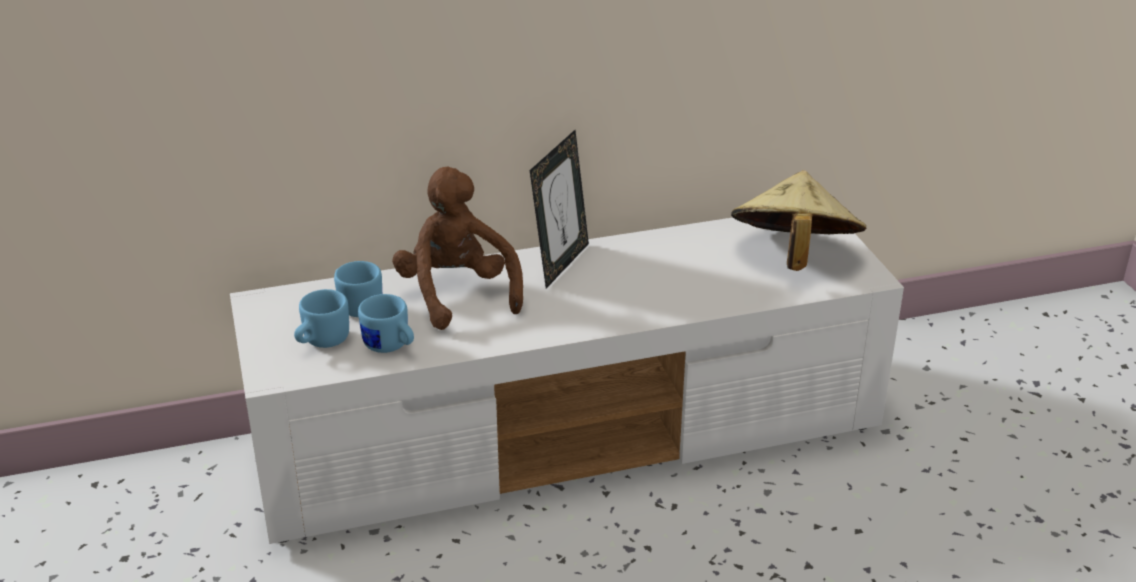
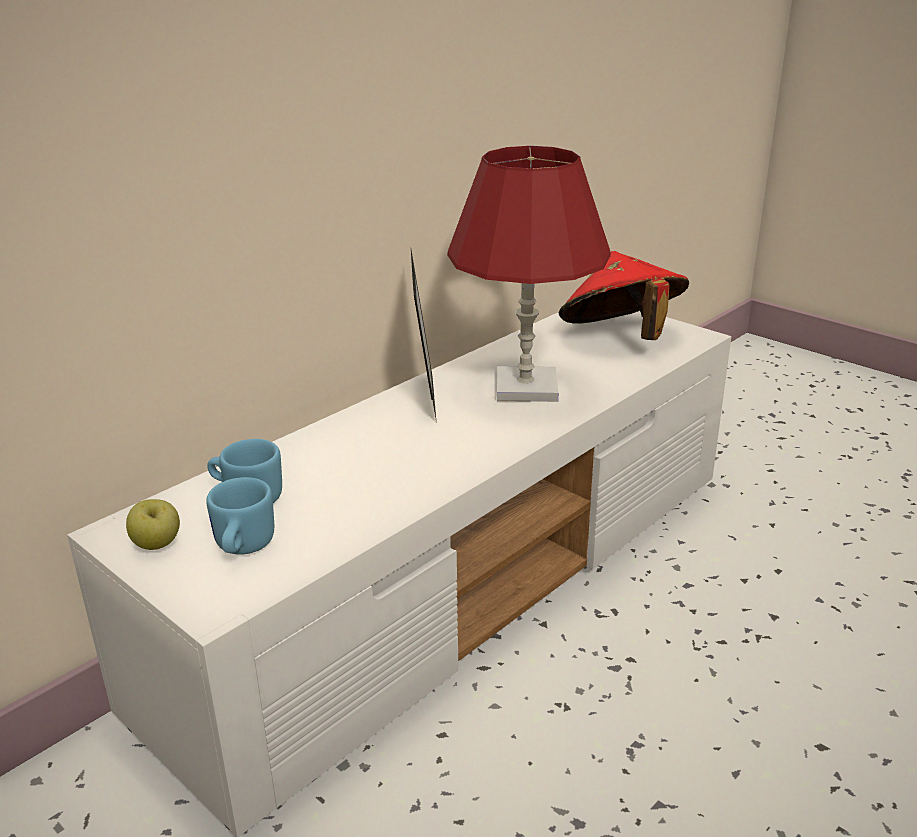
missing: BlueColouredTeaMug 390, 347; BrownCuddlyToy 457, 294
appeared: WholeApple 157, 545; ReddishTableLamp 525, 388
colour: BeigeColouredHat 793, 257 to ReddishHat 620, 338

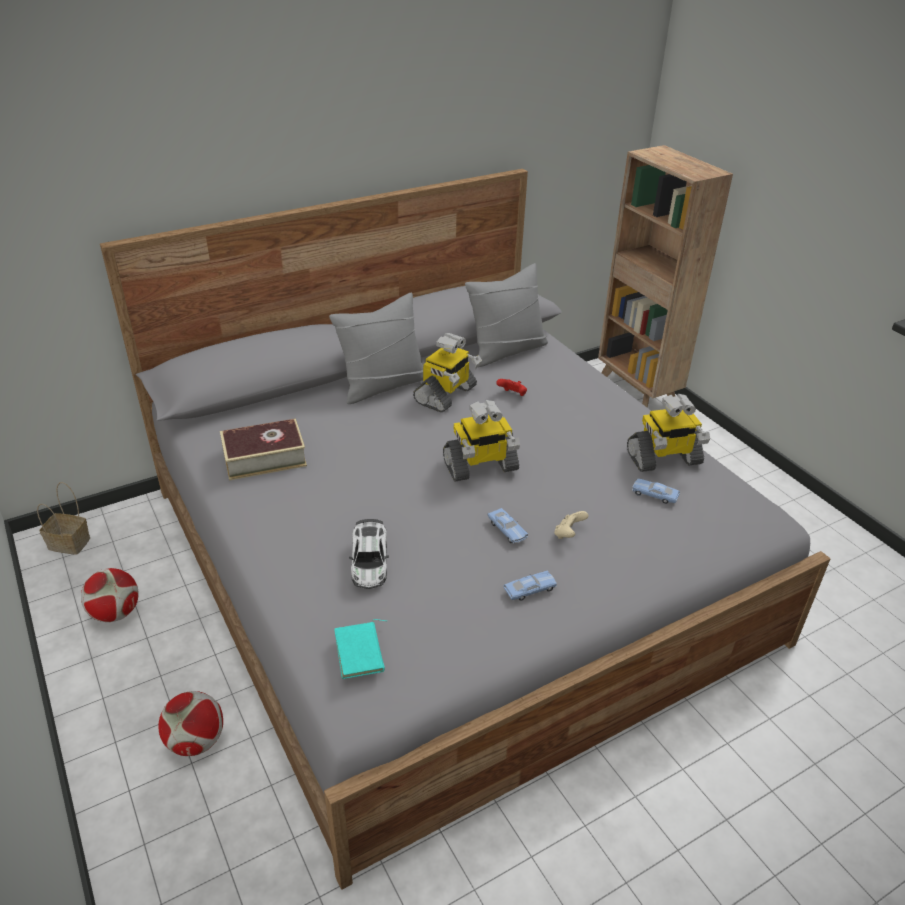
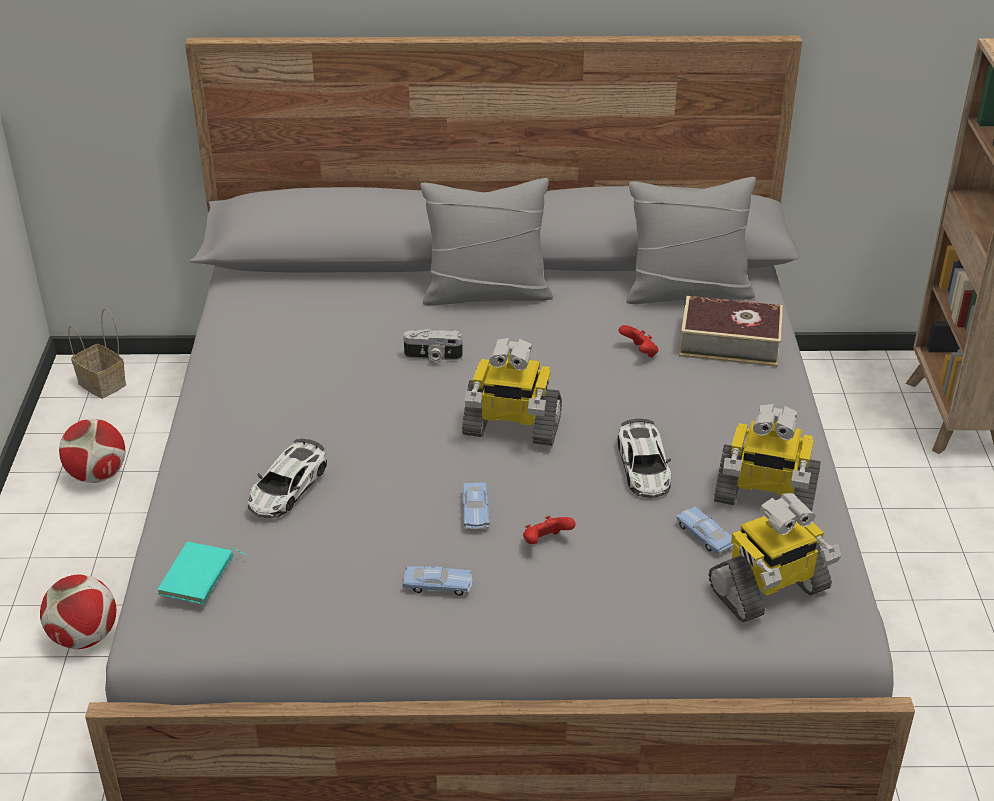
appeared: StillCamera 433, 357; MiniatureCar 644, 467
relocated: Book 264, 457 to 729, 342; ToyRobot 446, 395 to 769, 590
colour: BeigeColouredGameController 568, 534 to ReddishGameController 545, 542

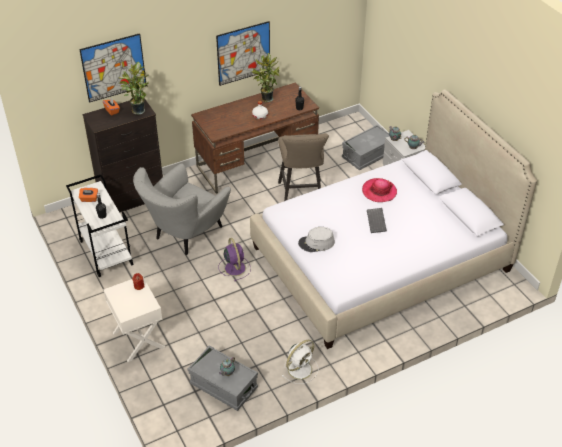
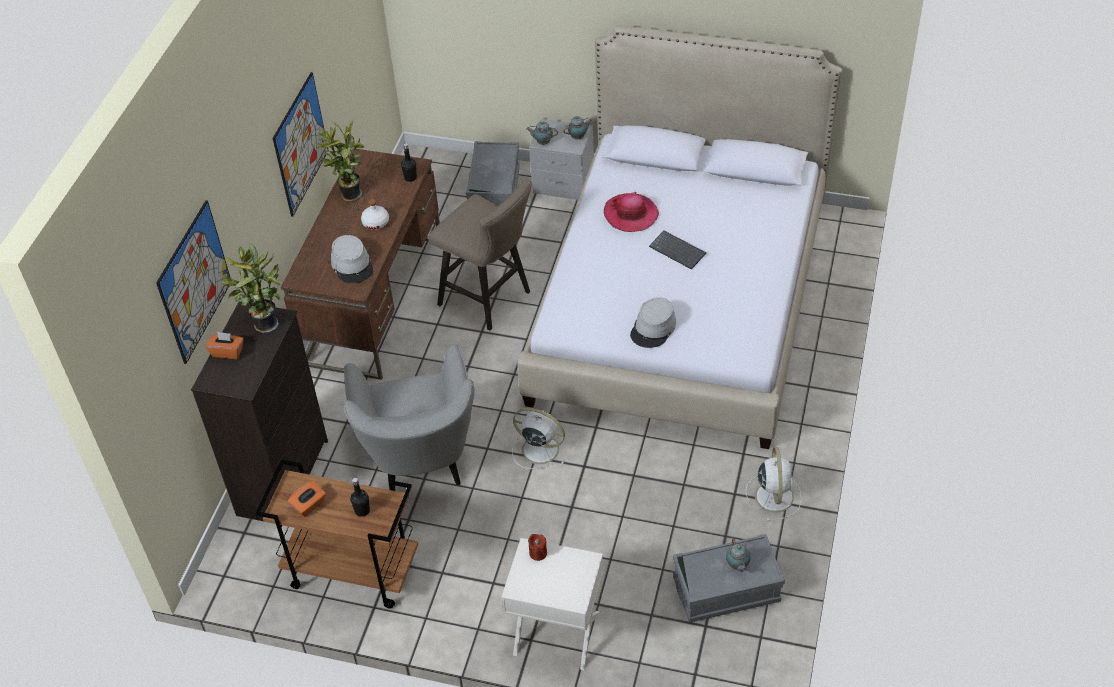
appeared: GrayHat 352, 265
colour: WhiteColouredWheeledCart 105, 253 to BrownWheeledCart 351, 572; PurpleFan 234, 267 to WhiteColouredFan 538, 449

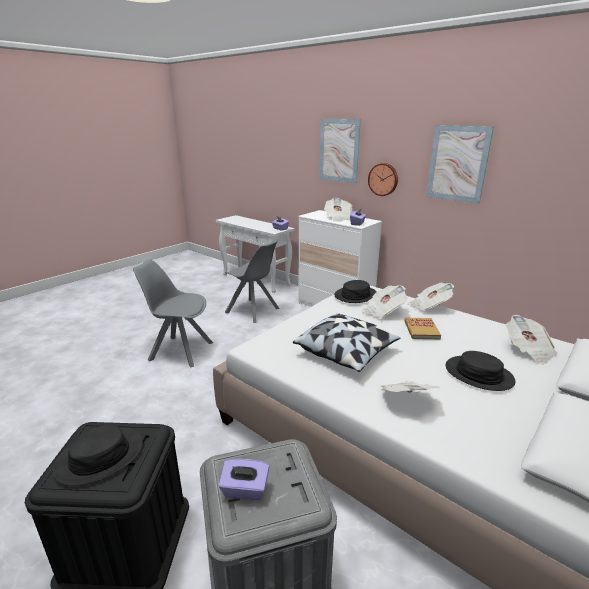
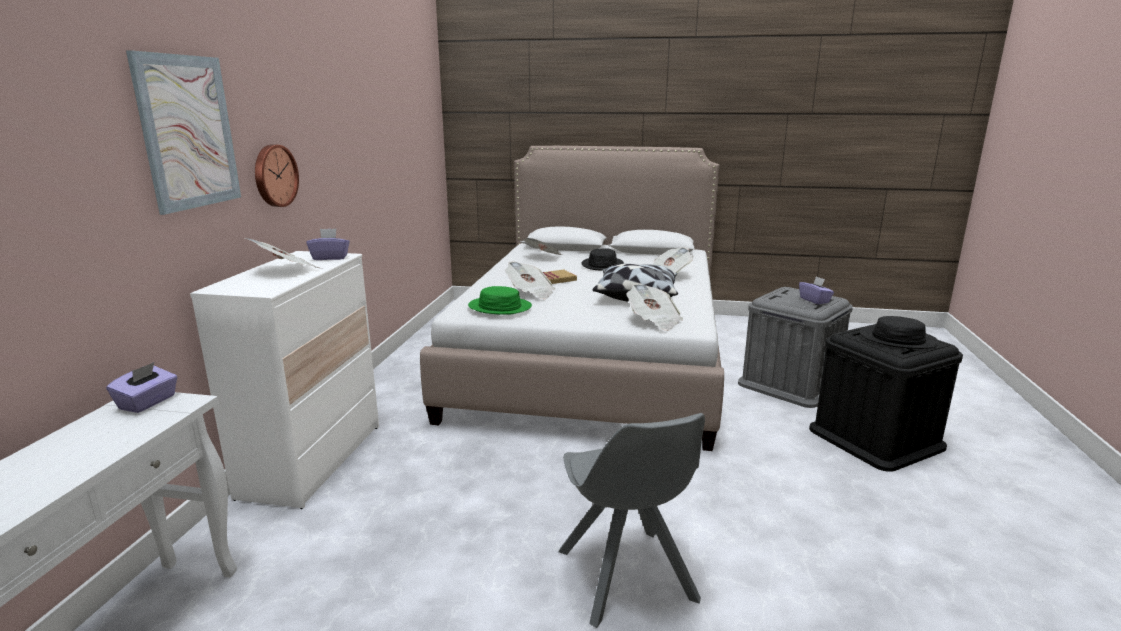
missing: GrayChair 253, 311; WallArt 458, 164
relocated: PrintedPaper 429, 306 to 654, 321
colour: BlackColouredHat 355, 295 to GreenHat 499, 307

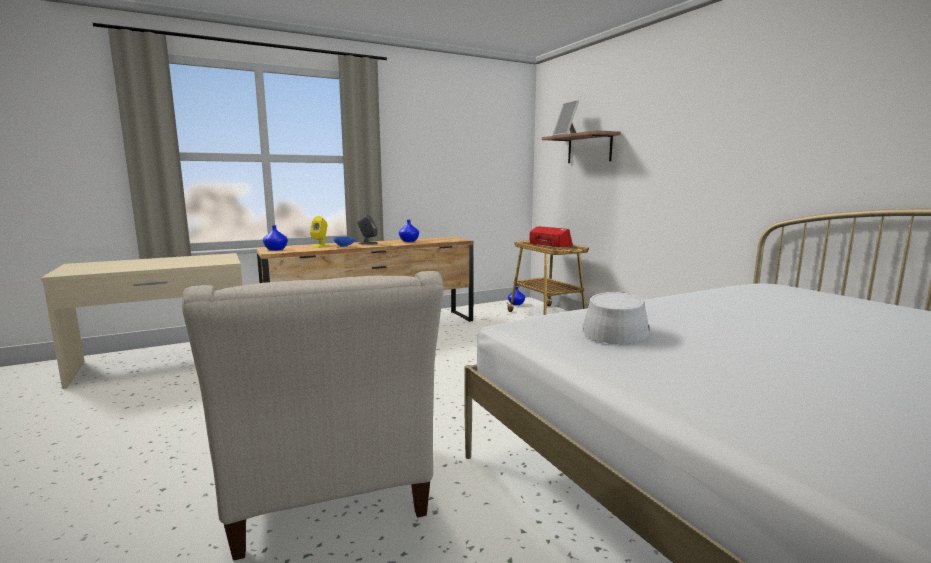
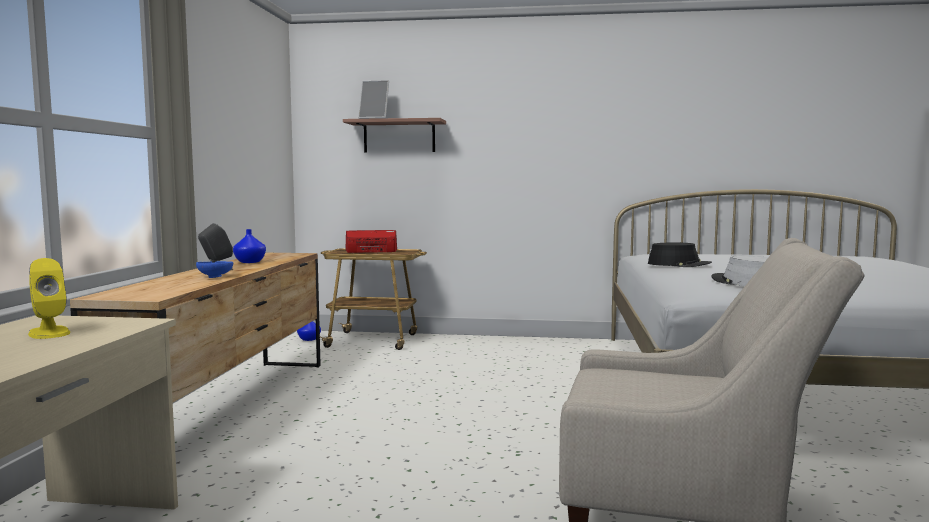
missing: BlueColouredFlowerVase 275, 249
appeared: BlackColouredHat 679, 264
relocated: YellowishLoudspeaker 320, 246 to 49, 333

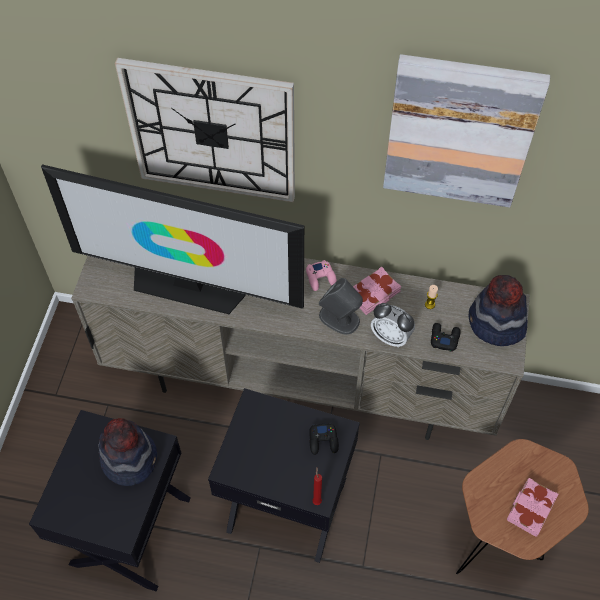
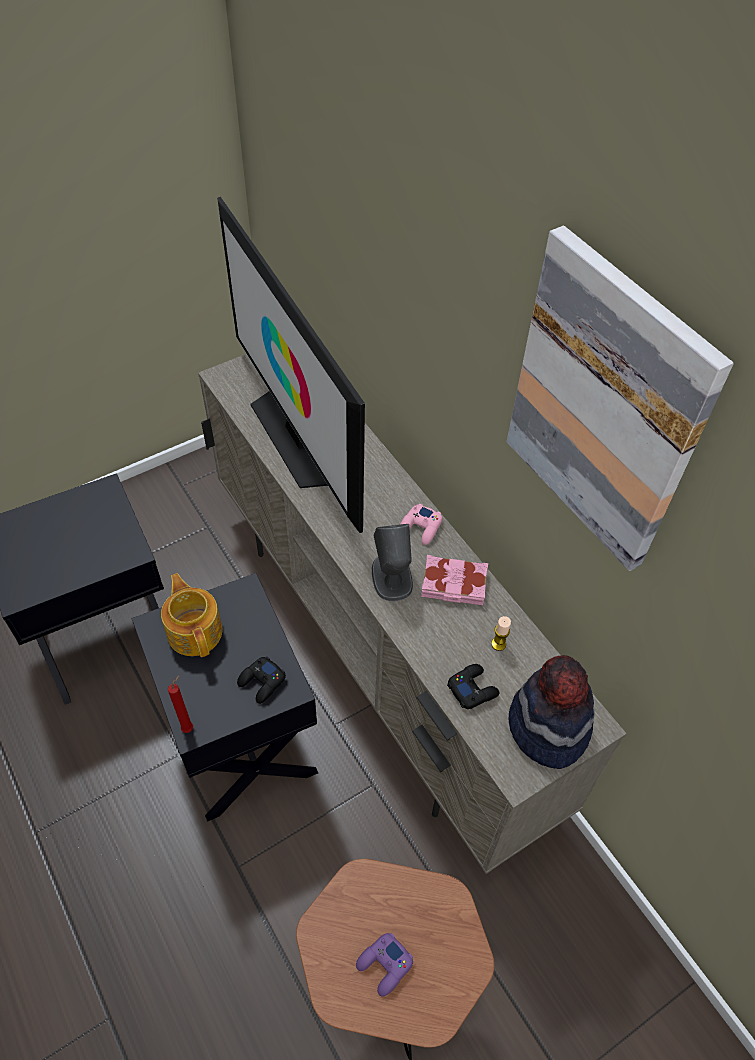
missing: Hat 130, 458; WallClock 212, 132; TableClock 390, 337
appeared: TeaPot 195, 630
exchanged: PinkishBook 530, 508 to PurpleGameController 384, 965

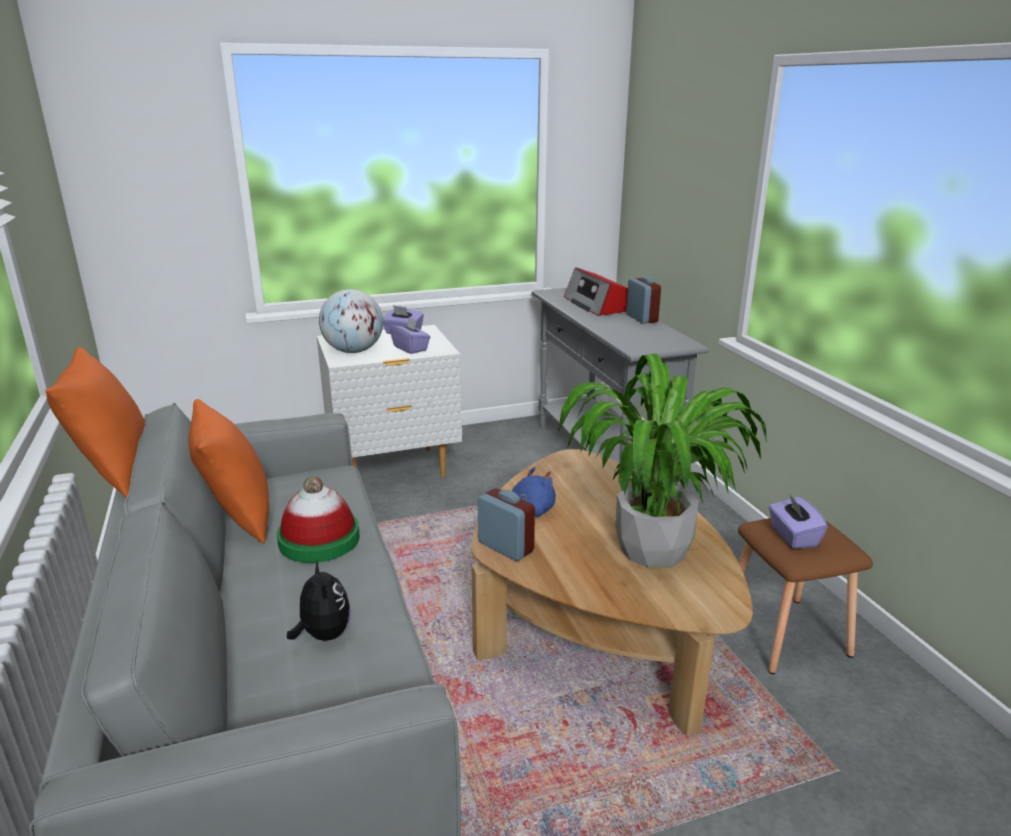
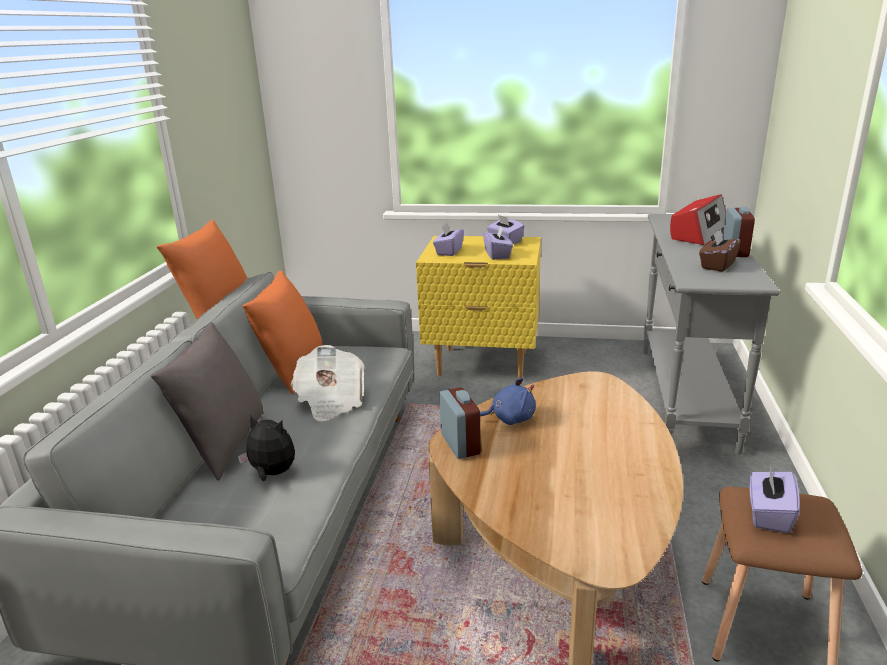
missing: PottedPlant 654, 550
appeared: GrayThrowPillow 223, 445; BrownTissueBox 717, 265
exchanged: Hat 319, 539 to PrintedPaper 330, 401; DeskGlobe 353, 351 to PurpleTissueBox 448, 251
colour: WhiteColouredBedsideTable 394, 470 to YellowishBedsideTable 482, 364
spun: CuddlyToy 323, 634 = 272, 474 75 degrees counterclockwise; RadioReceiver 595, 305 = 699, 233 150 degrees counterclockwise

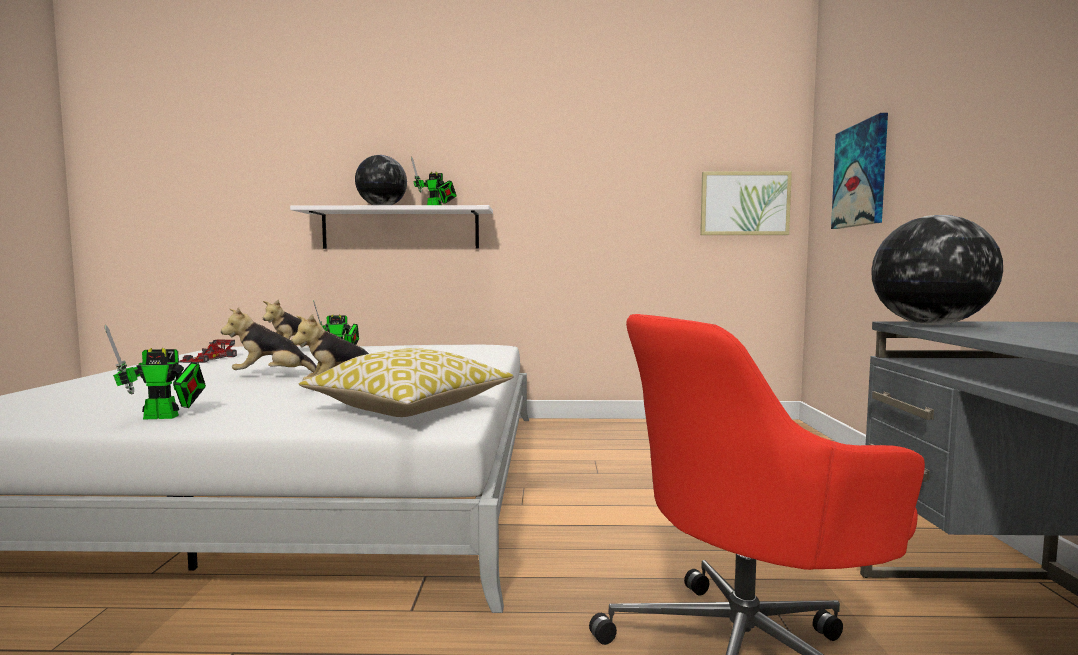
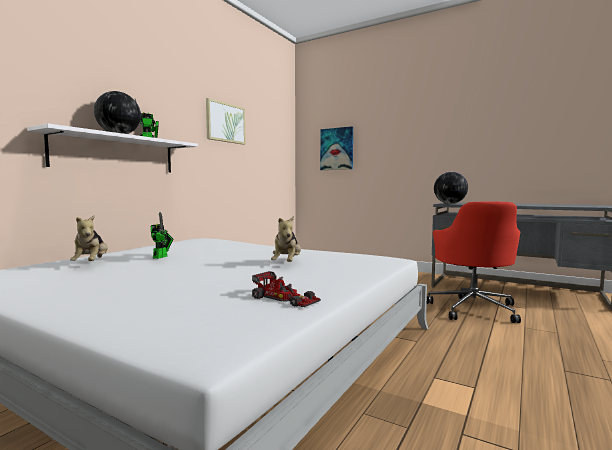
missing: ToyRobot 166, 417; CuddlyToy 273, 376; ThrowPillow 410, 408
relocated: WallArt 744, 203 to 225, 122; MiniatureCar 208, 359 to 285, 298

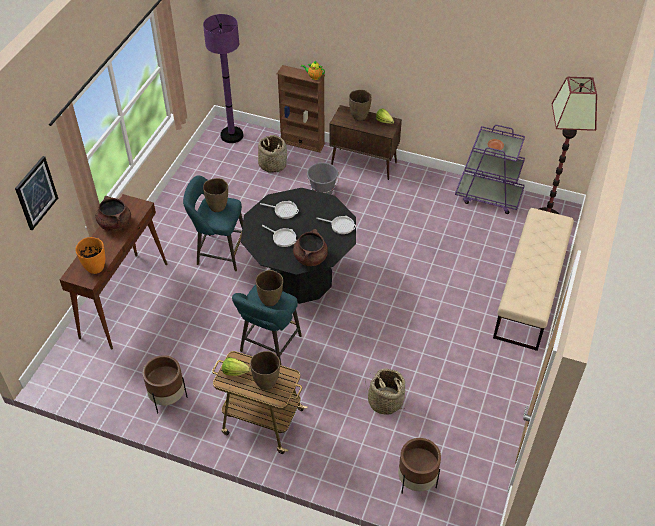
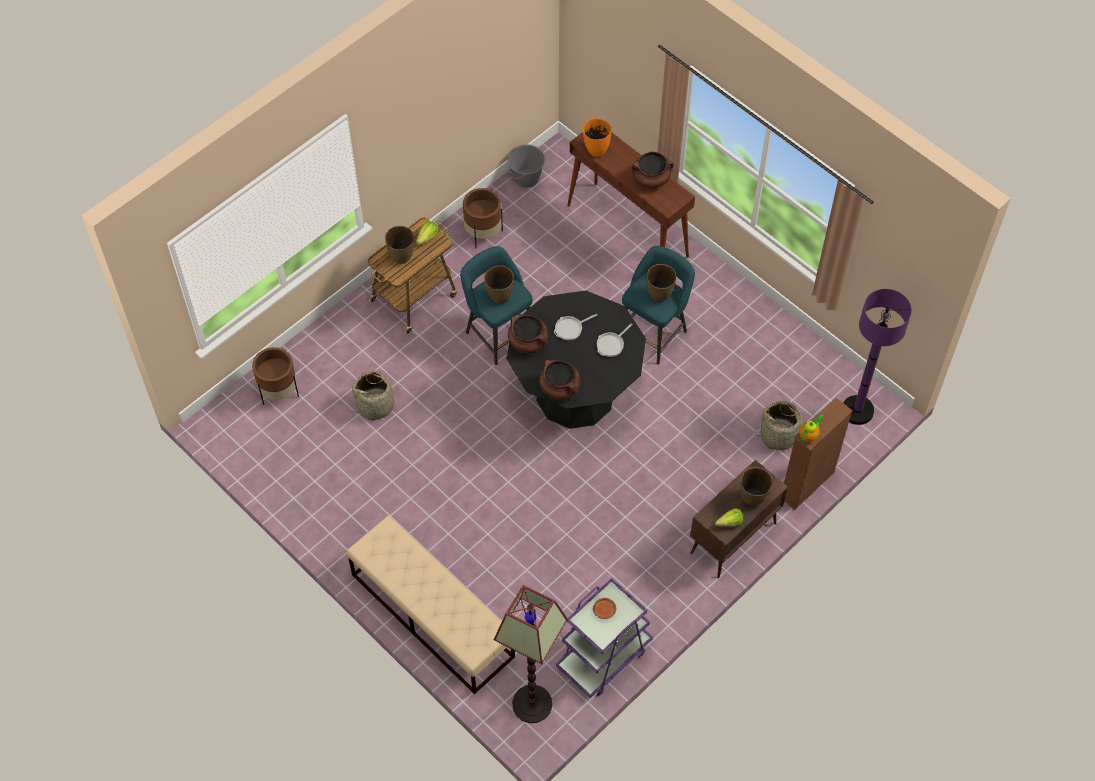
missing: WallArt 36, 193
relocated: GrayWaterBucket 322, 191 to 527, 179
exchanged: Pan 340, 225 to BrownCookingPot 560, 388

